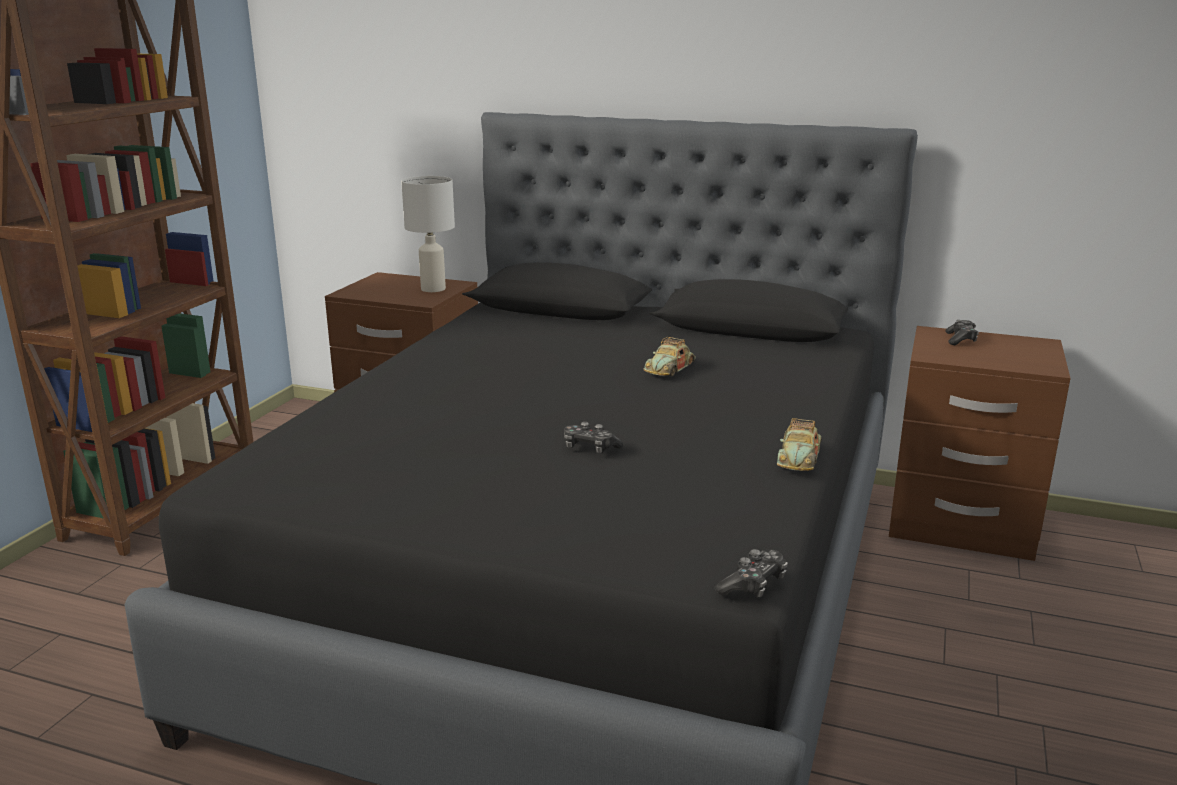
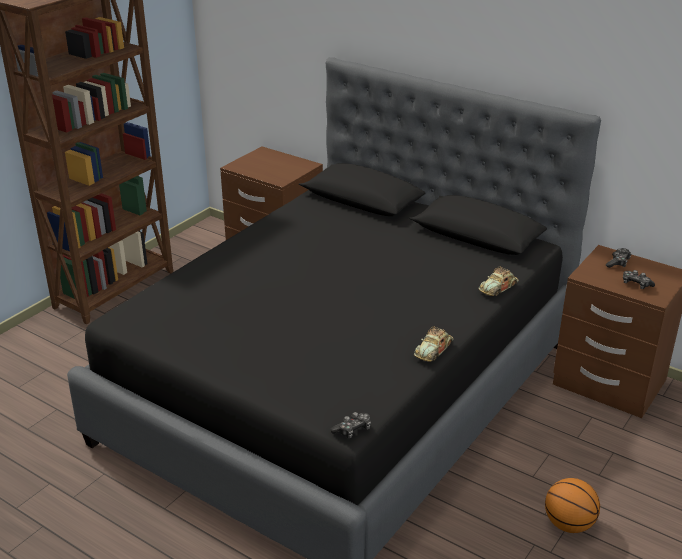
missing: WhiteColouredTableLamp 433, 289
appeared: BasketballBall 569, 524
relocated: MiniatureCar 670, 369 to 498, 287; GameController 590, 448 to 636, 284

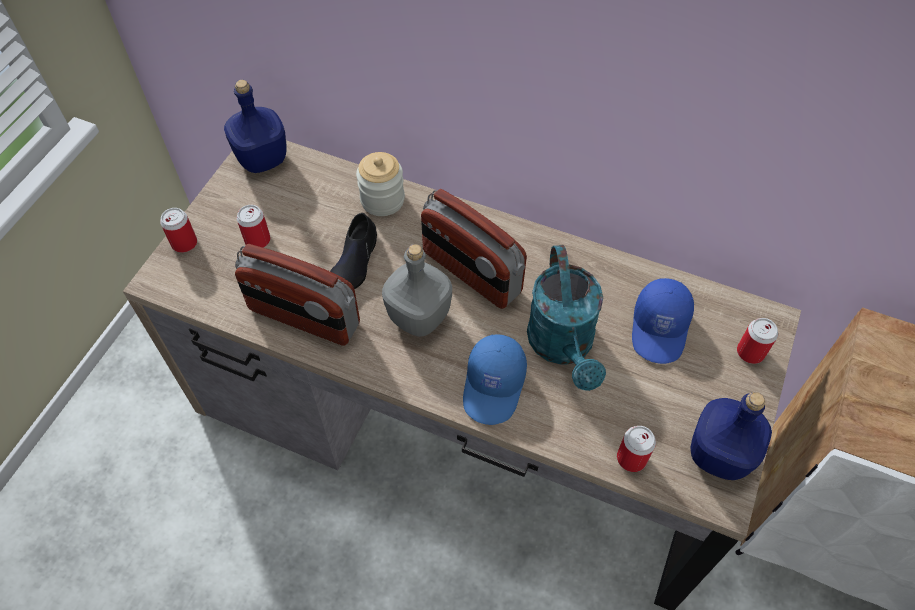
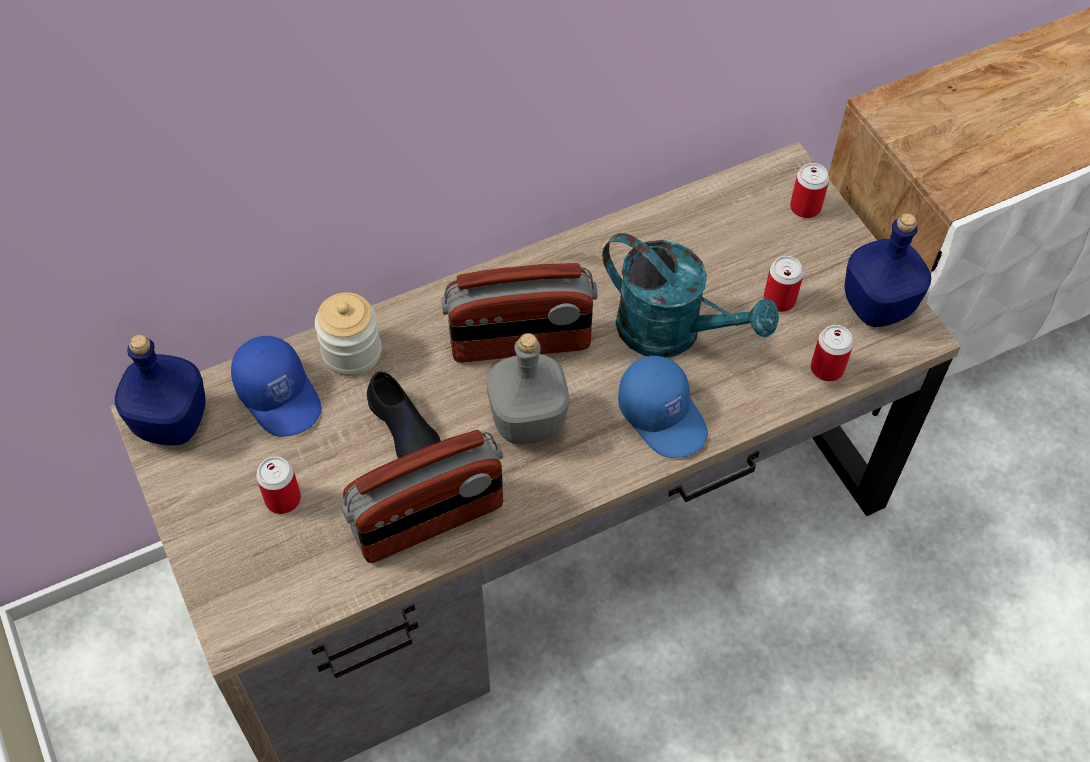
relocated: BlueColouredPeakedCap 660, 328 to 280, 395; Can 184, 243 to 779, 300

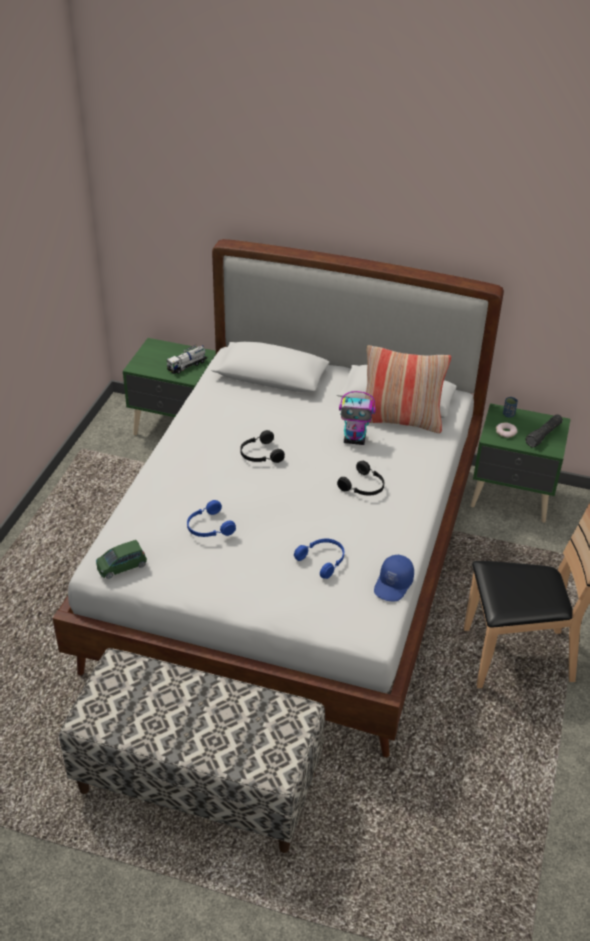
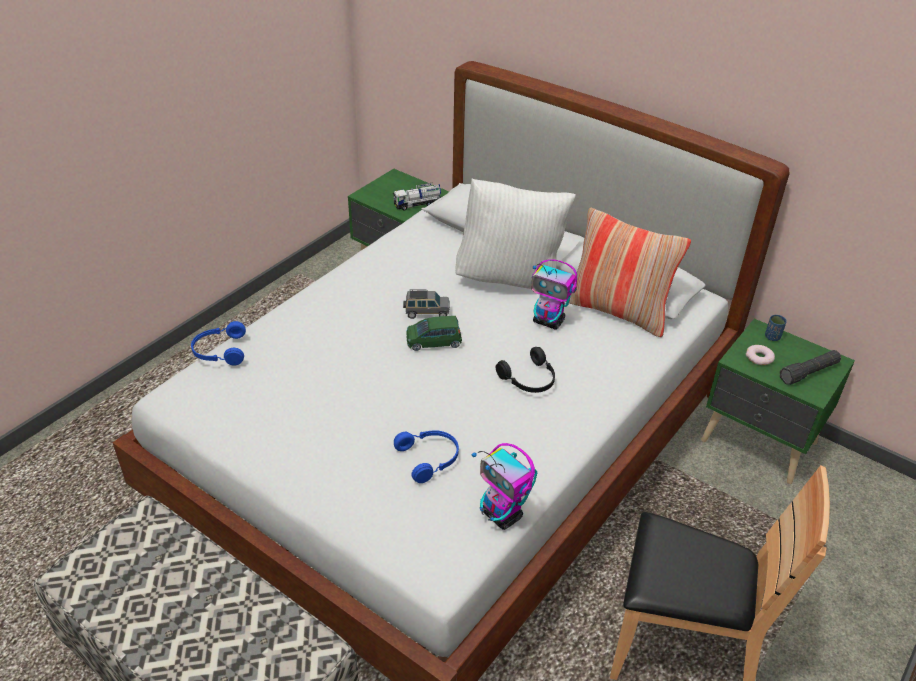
appeared: WhiteColouredThrowPillow 510, 278
relocated: BlueColouredPairOfHeadphones 208, 527 to 219, 351; GreenMiniatureCar 121, 566 to 433, 342
exchanged: BlackColouredPairOfHeadphones 260, 454 to GrayMiniatureCar 426, 312; BlueColouredPeakedCap 394, 585 to ToyRobot 502, 515

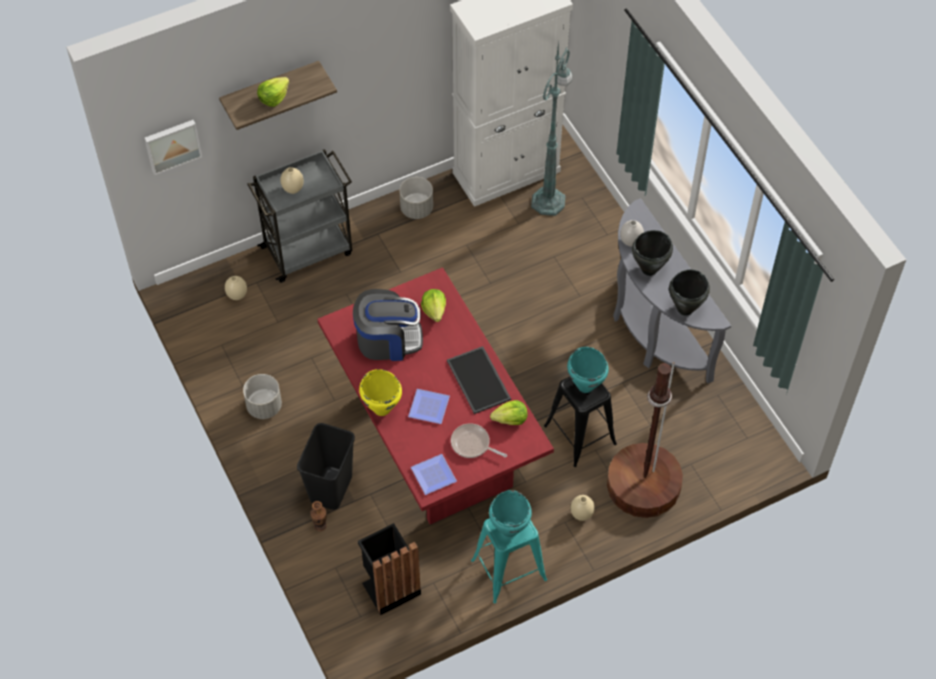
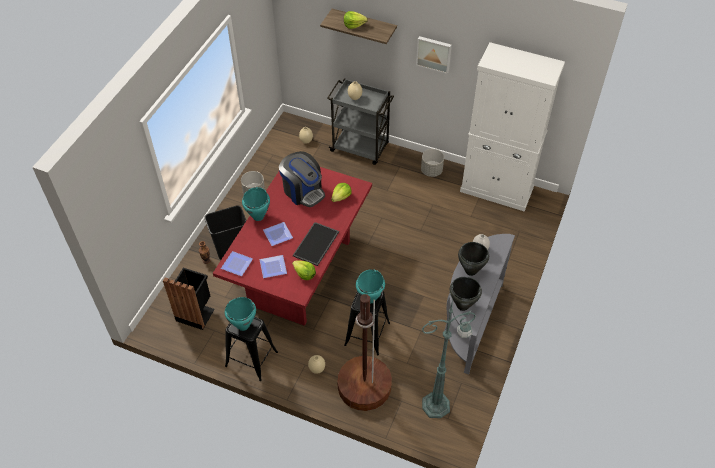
relocated: WallArt 172, 145 to 434, 53; GreenFloorLamp 549, 200 to 437, 405
exchanged: Pan 472, 444 to Plate 272, 268
colour: TurquoiseStool 509, 569 to BlackColouredStool 252, 359; YellowishCookingPot 382, 408 to TurquoiseCookingPot 258, 216

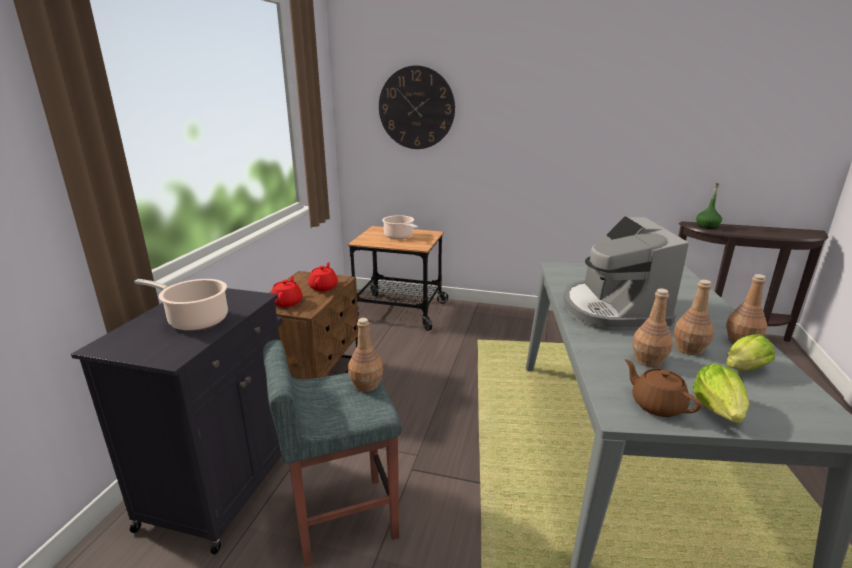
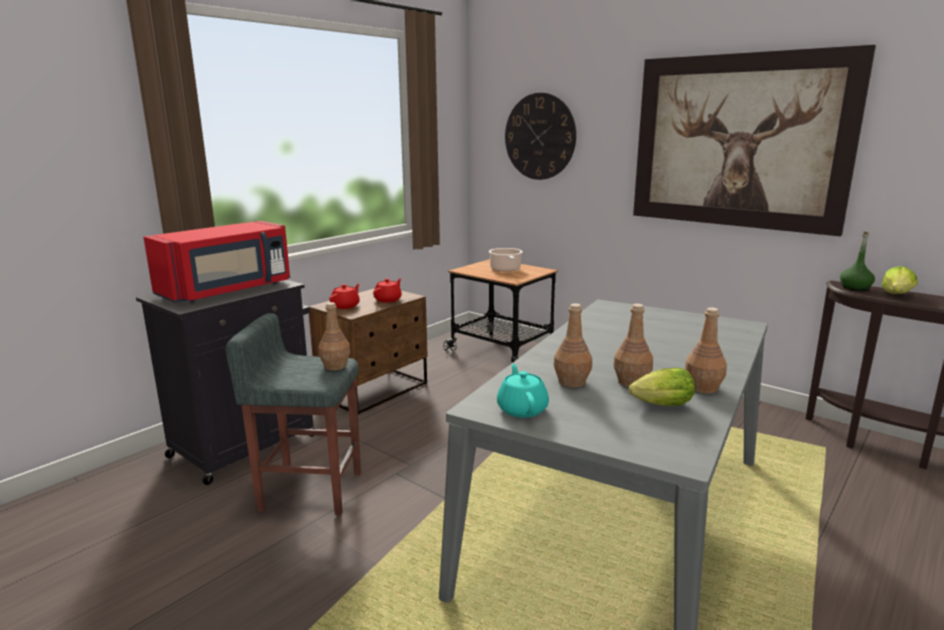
missing: CoffeeMaker 612, 310
appeared: WallArt 738, 142
relocated: HeadOfLettuce 719, 410 to 897, 295
exchanged: CookingPot 195, 320 to ReddishMicrowave 228, 291
colour: BrownTeaPot 656, 405 to TurquoiseTeaPot 522, 409

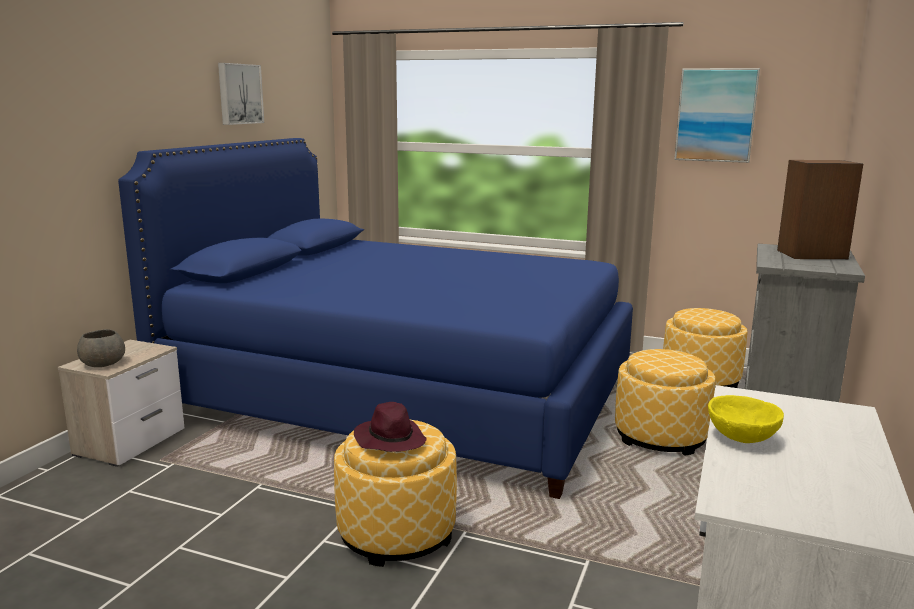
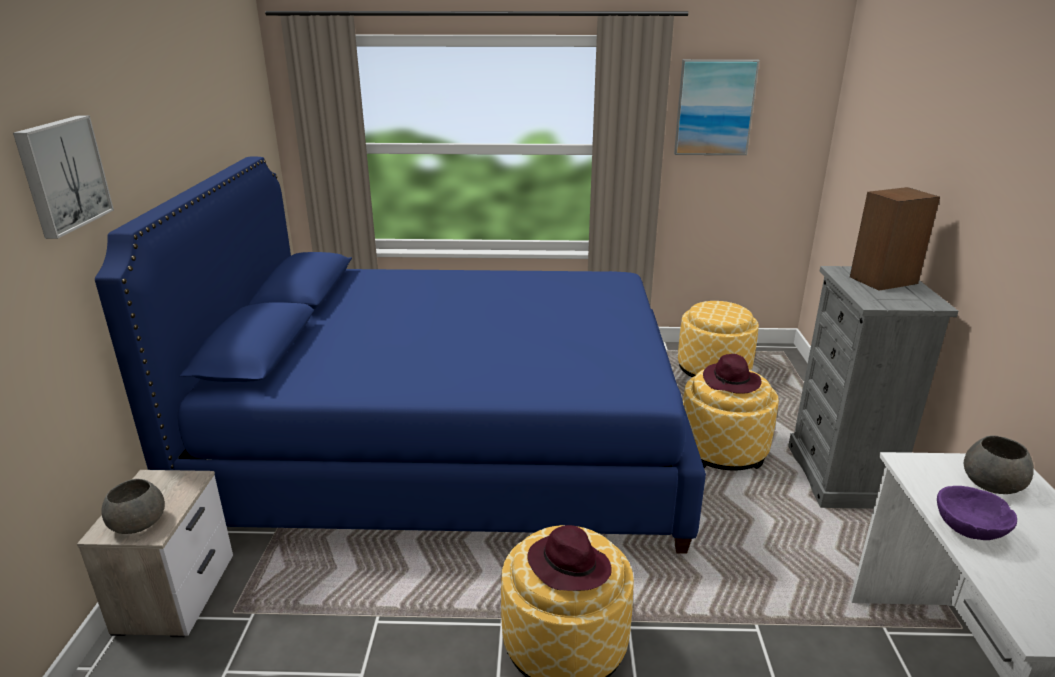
appeared: PurpleHat 731, 382; GrayDeepDish 991, 484
relocated: WallArt 239, 94 to 61, 175
colour: YellowishDeepDish 743, 439 to PurpleDeepDish 969, 531

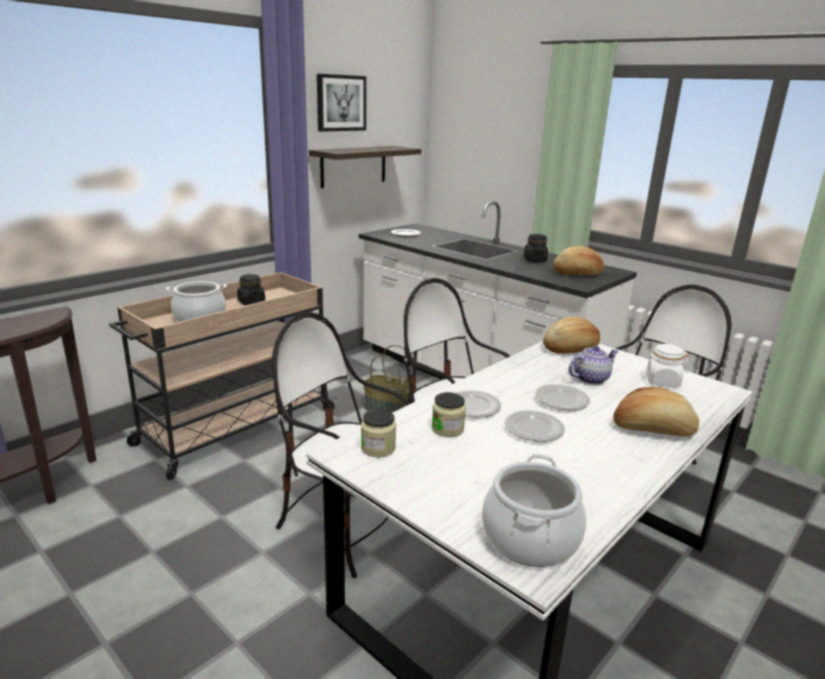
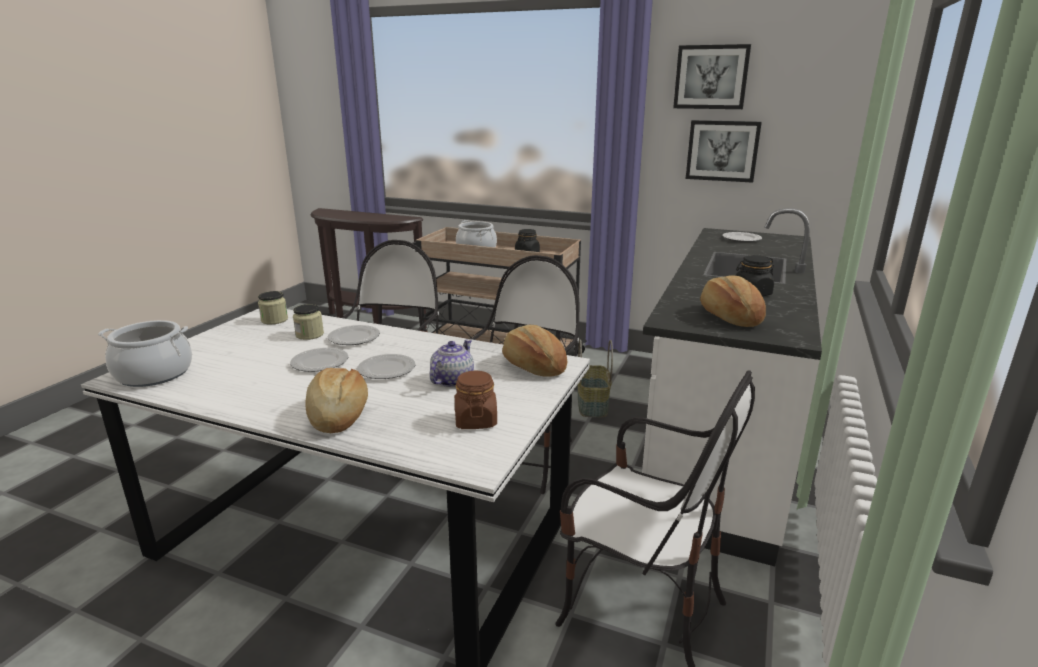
exchanged: WallShelf 353, 166 to WallArt 722, 150
colour: WhiteColouredStorageJar 662, 381 to BrownStorageJar 475, 420
spun: TeaPot 590, 379 = 452, 380 105 degrees counterclockwise

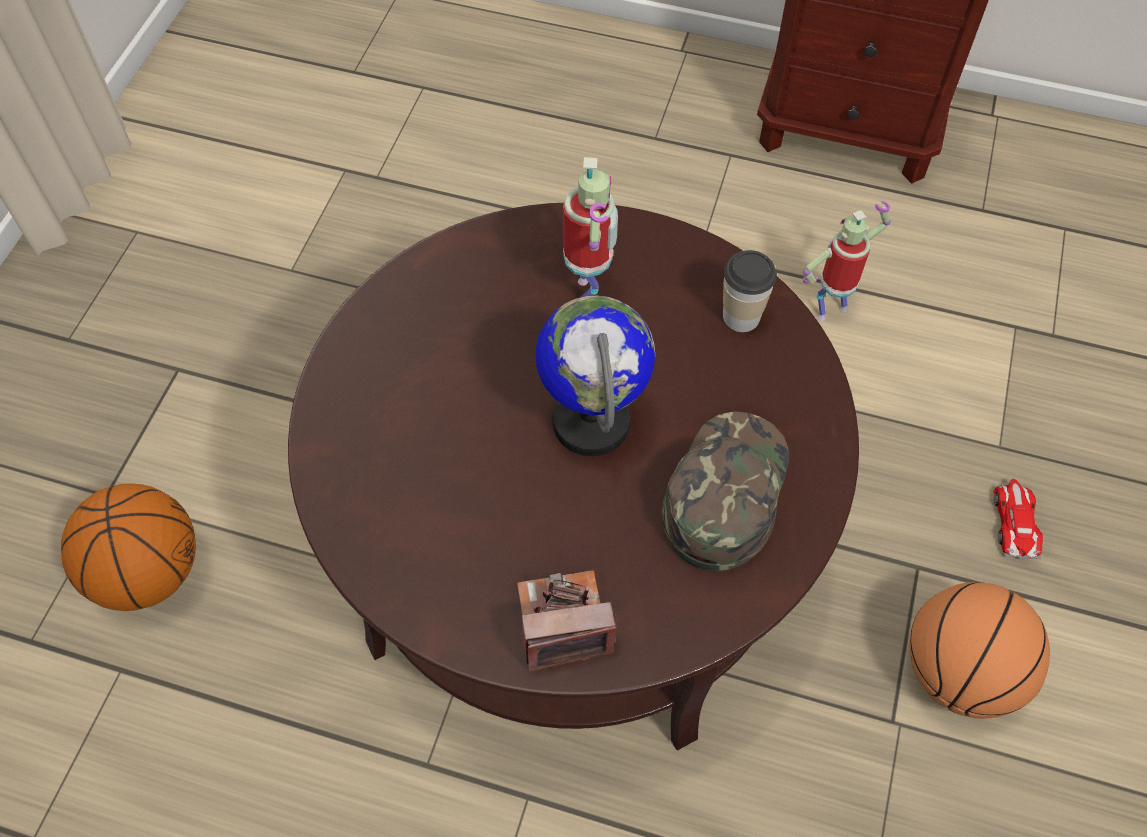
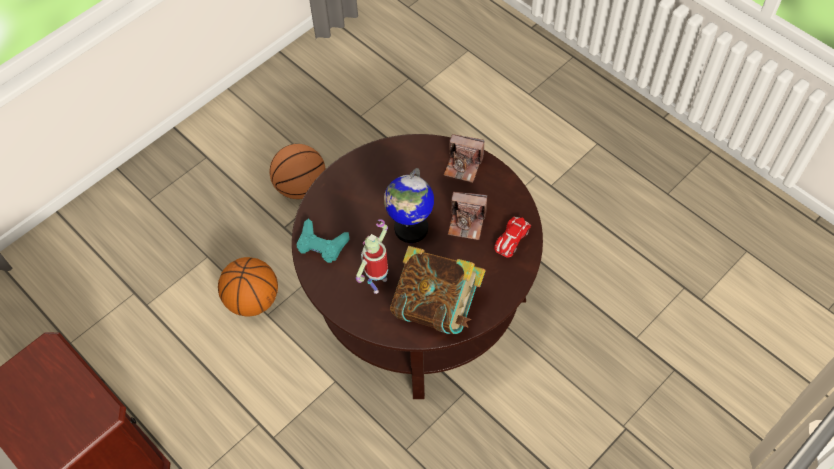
missing: GreenPeakedCap 724, 491; ToyRobot 830, 309
appeared: Book 437, 305; StillCamera 467, 222
relocated: BasketballBall 149, 572 to 253, 300; MiniatureCar 1015, 522 to 511, 238
exchanged: SmallCup 741, 316 to TurquoiseGameController 321, 244

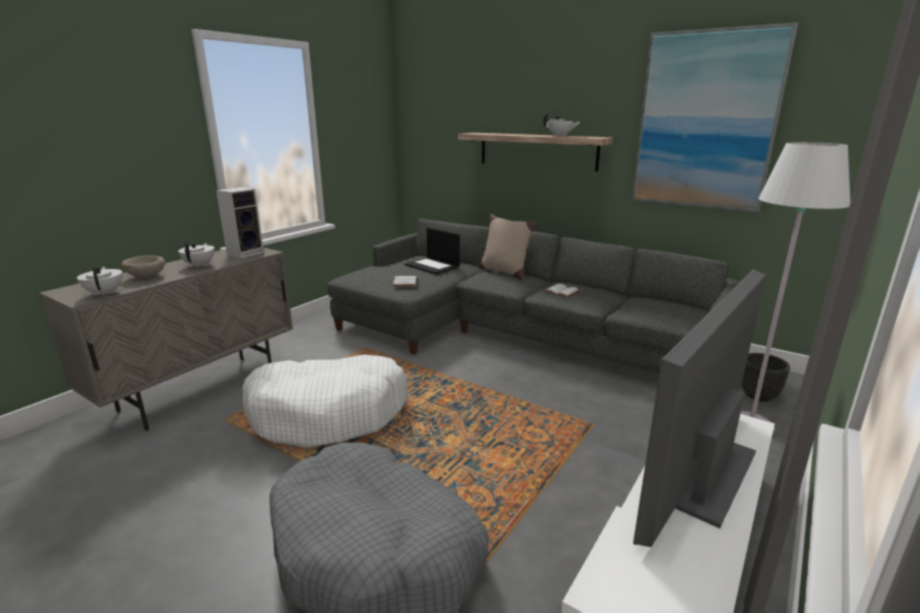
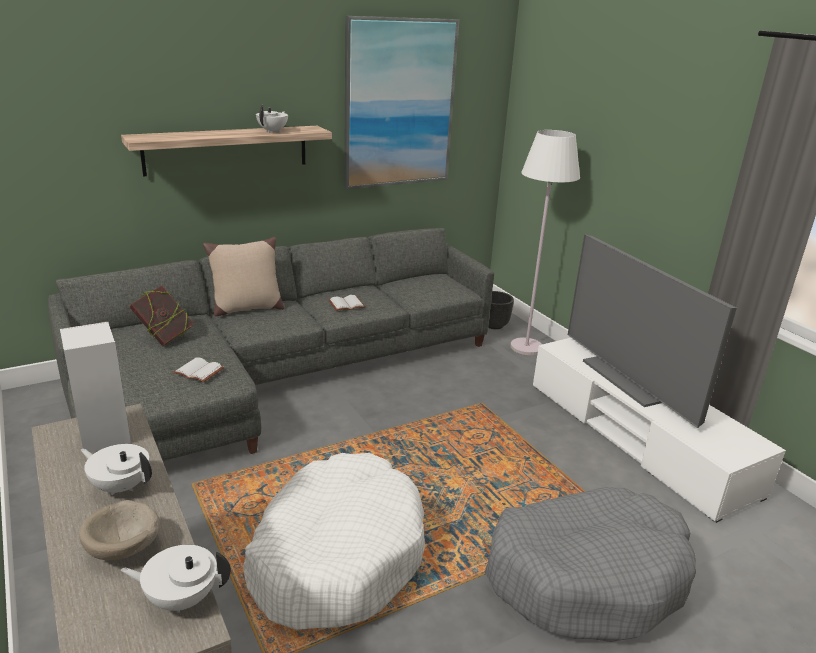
exchanged: NotebookComputer 432, 266 to Book 164, 338

